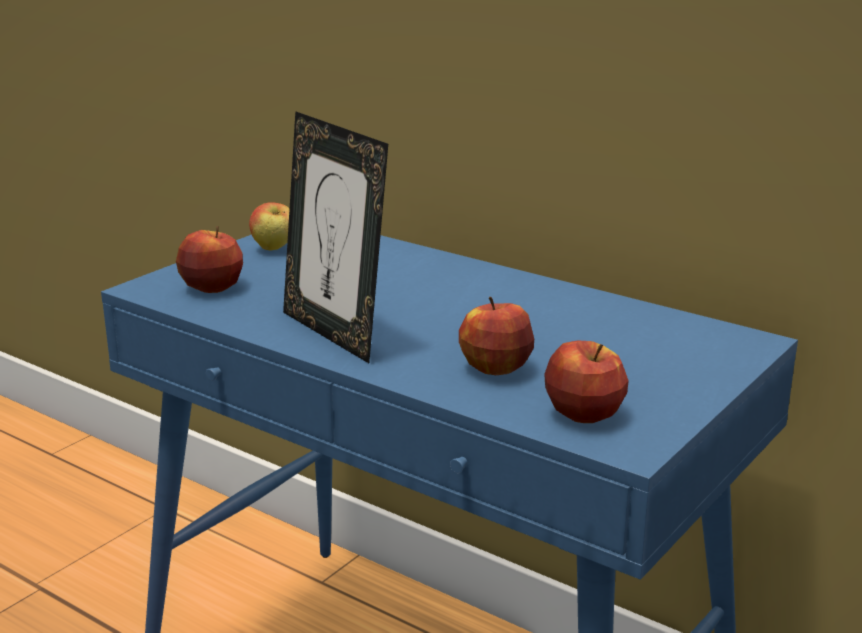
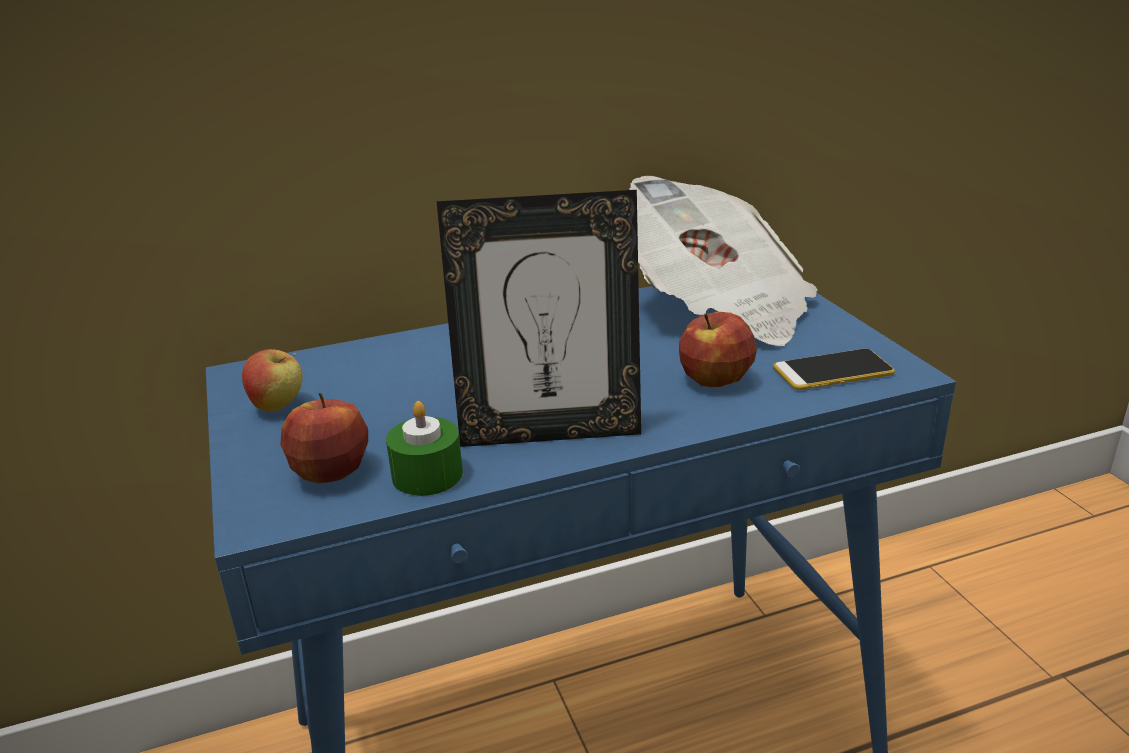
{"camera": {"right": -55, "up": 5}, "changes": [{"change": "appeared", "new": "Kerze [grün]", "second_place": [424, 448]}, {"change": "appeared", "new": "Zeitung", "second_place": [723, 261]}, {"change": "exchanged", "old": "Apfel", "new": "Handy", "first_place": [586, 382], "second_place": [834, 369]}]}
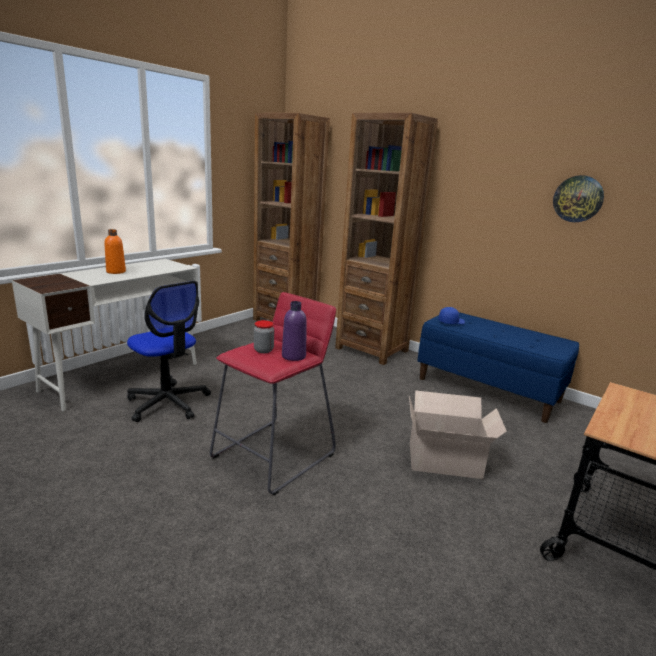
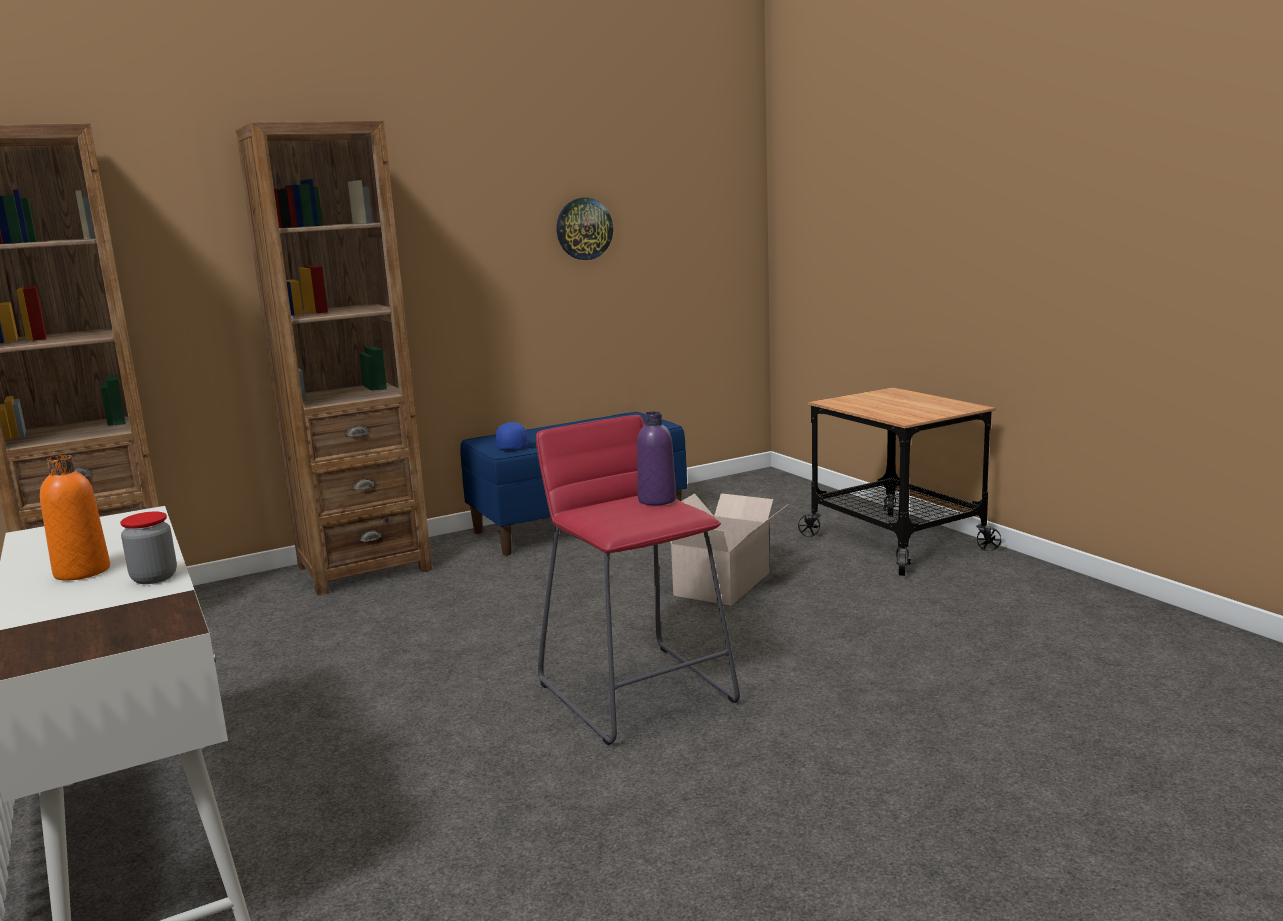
{"camera": {"right": -65, "up": -5}, "changes": [{"change": "relocated", "old": "Vorratsglas", "first_place": [264, 336], "second_place": [148, 548]}, {"change": "missing", "old": "Bürostuhl", "first_place": [169, 351]}]}
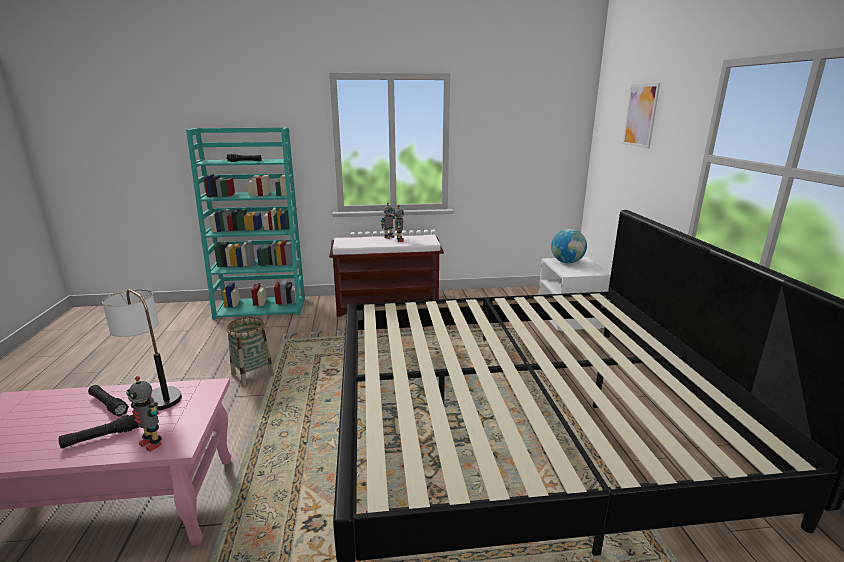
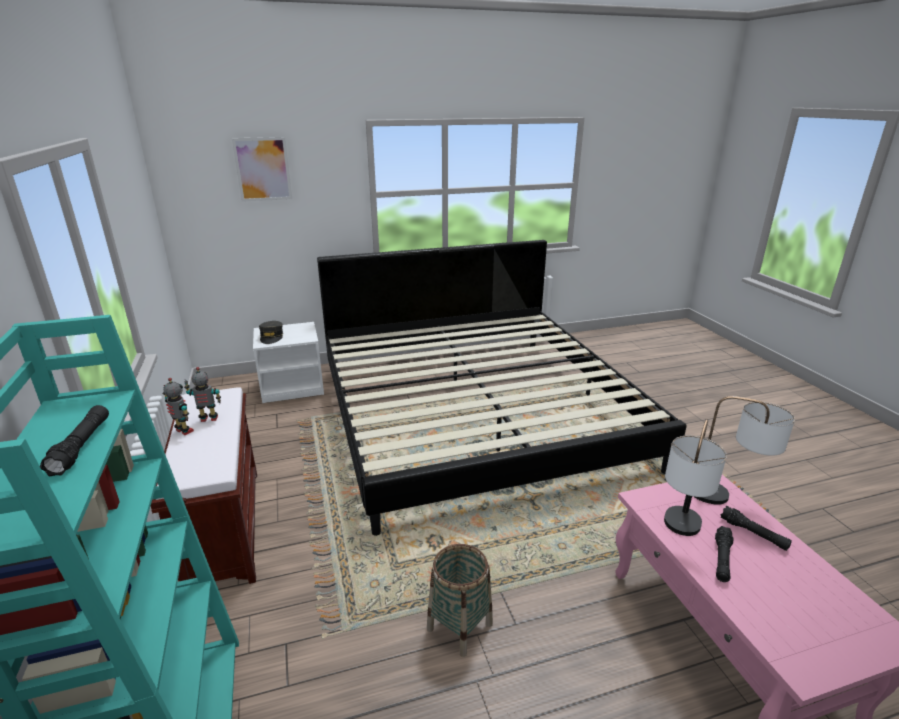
{"camera": {"right": -100, "up": 5}, "changes": [{"change": "exchanged", "old": "Globus", "new": "Kappe [grau]", "first_place": [569, 246], "second_place": [271, 332]}, {"change": "exchanged", "old": "Spielzeugroboter", "new": "Tischlampe", "first_place": [144, 414], "second_place": [745, 450]}]}
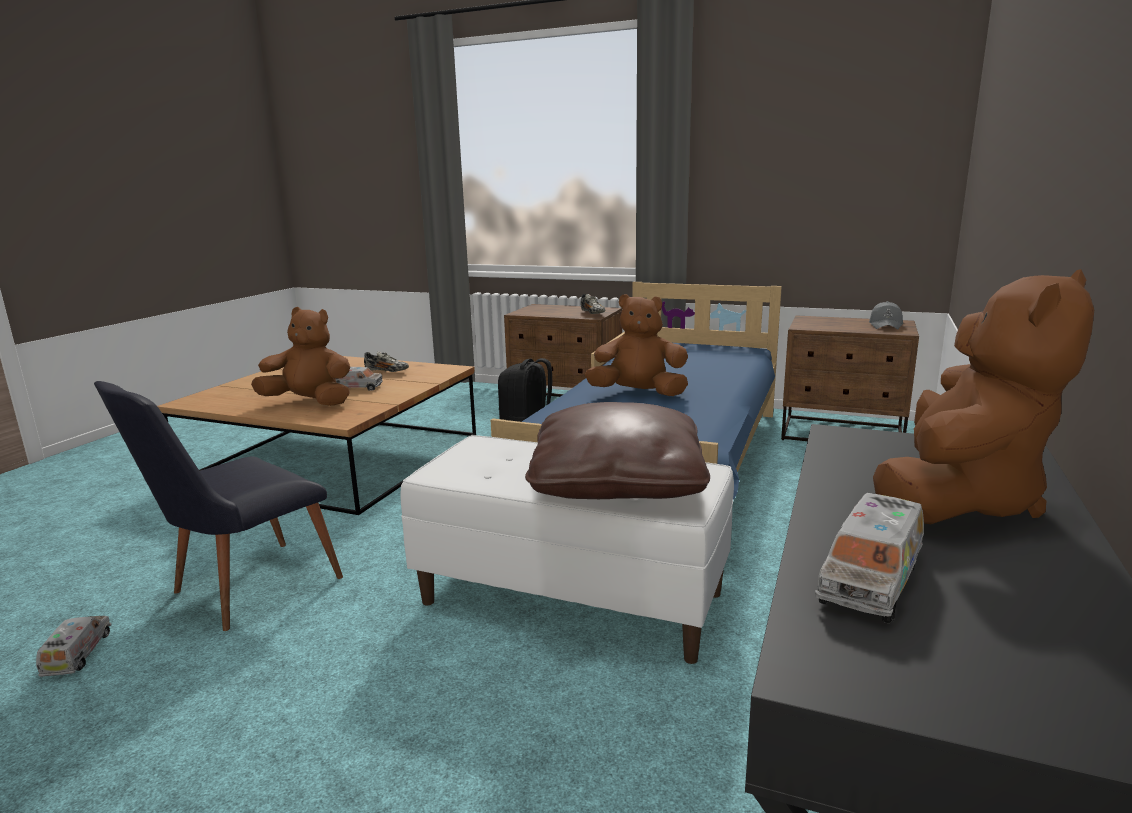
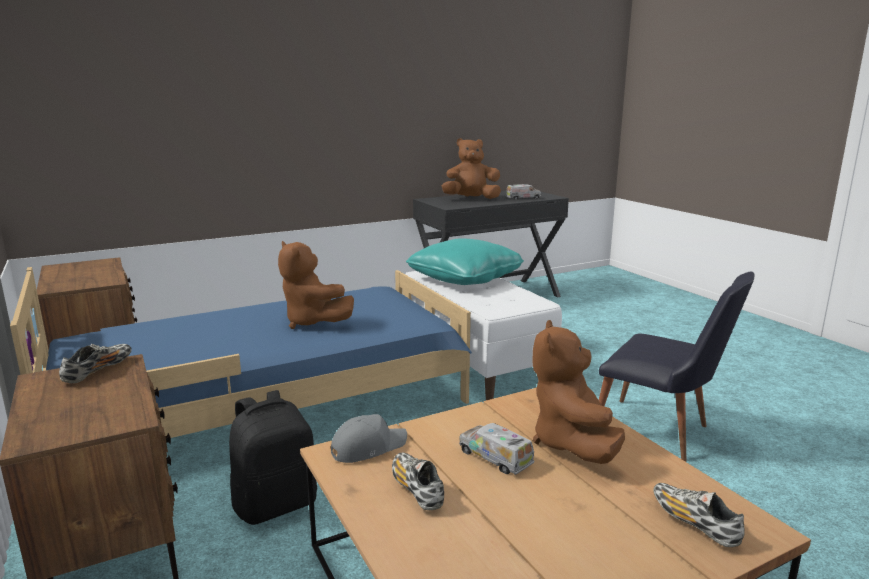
{"camera": {"right": -140, "up": 0}, "changes": [{"change": "relocated", "old": "Kappe [grau]", "first_place": [886, 315], "second_place": [369, 438]}, {"change": "colour", "old": "Kissen [braun]", "new": "Kissen [türkis]", "first_place": [617, 450], "second_place": [465, 261]}, {"change": "spun", "old": "Plüschtier [braun]", "first_place": [300, 356], "second_place": [578, 392], "degrees": 45}, {"change": "spun", "old": "Stuhl [schwarz]", "first_place": [218, 506], "second_place": [676, 367], "degrees": 45}, {"change": "appeared", "new": "Schuh", "second_place": [698, 515]}, {"change": "missing", "old": "Spielzeuglaster", "first_place": [73, 646]}]}
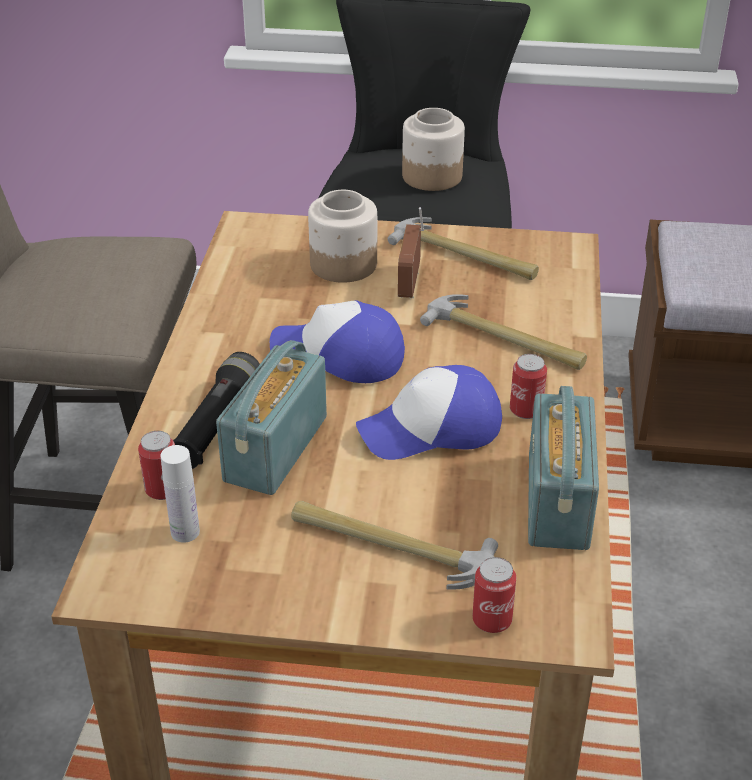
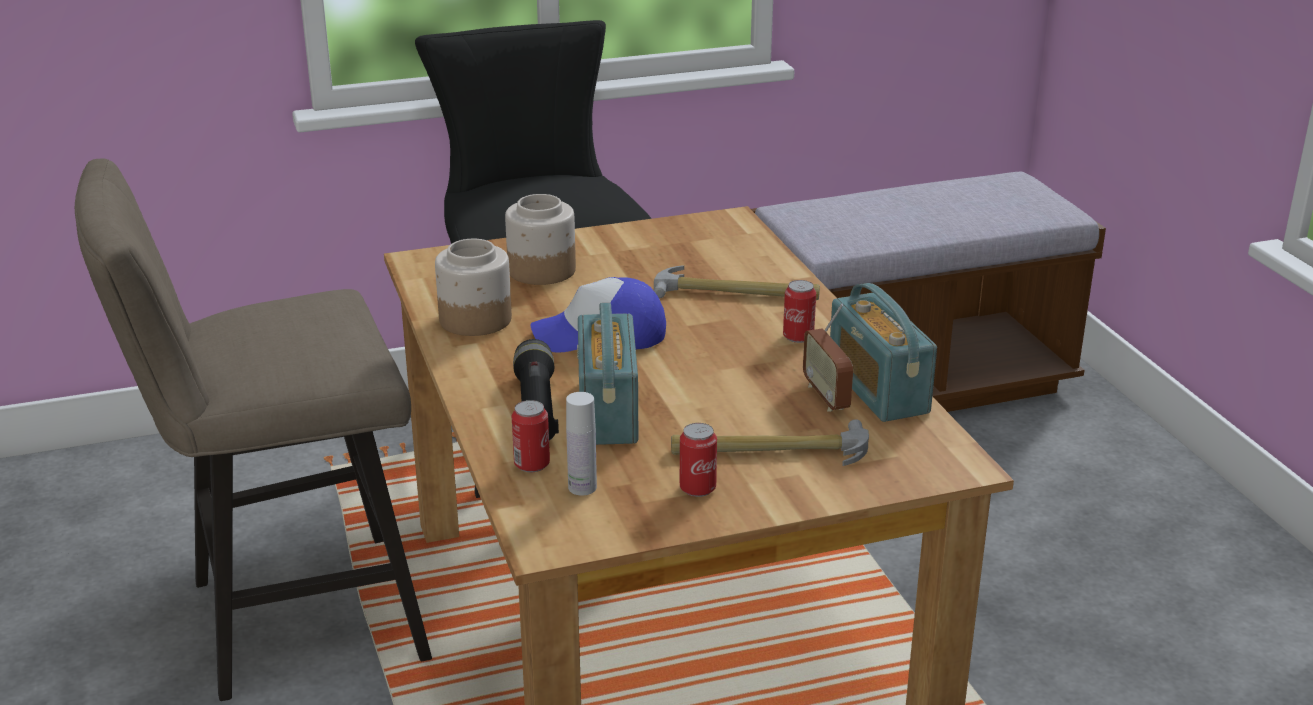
{"camera": {"right": -25, "up": -10}, "changes": [{"change": "relocated", "old": "Vorratsglas", "first_place": [433, 149], "second_place": [473, 287]}, {"change": "relocated", "old": "Dose", "first_place": [494, 595], "second_place": [698, 460]}, {"change": "relocated", "old": "Radio", "first_place": [411, 253], "second_place": [828, 358]}, {"change": "missing", "old": "Kappe", "first_place": [429, 412]}, {"change": "missing", "old": "Hammer", "first_place": [463, 248]}]}
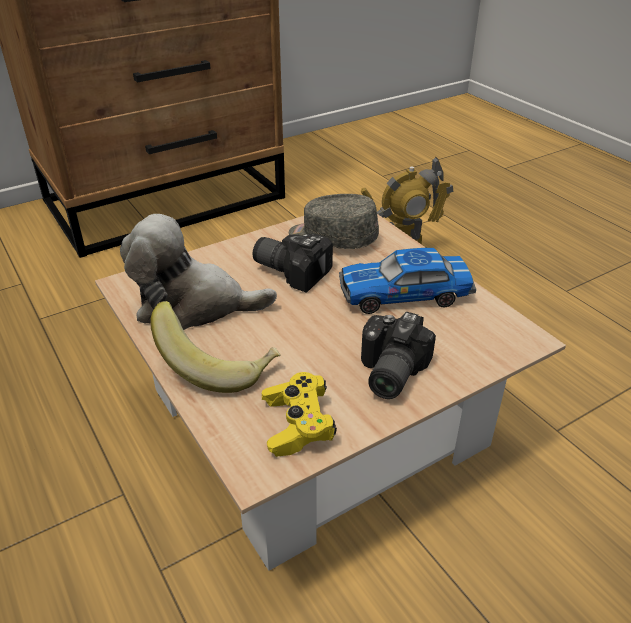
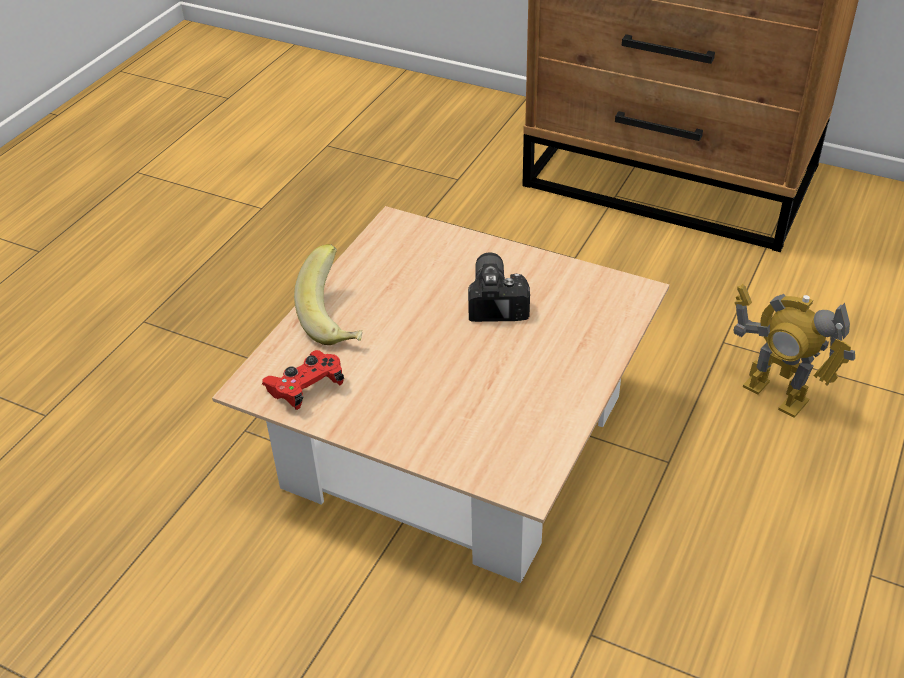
{"camera": {"right": 60, "up": 5}, "changes": [{"change": "colour", "old": "Gamepad [gelb]", "new": "Gamepad [rot]", "first_place": [299, 414], "second_place": [303, 380]}, {"change": "missing", "old": "Plüschtier", "first_place": [198, 272]}, {"change": "missing", "old": "Kappe [grau]", "first_place": [334, 221]}, {"change": "missing", "old": "Spielzeugauto", "first_place": [407, 281]}, {"change": "missing", "old": "Kamera", "first_place": [398, 355]}]}
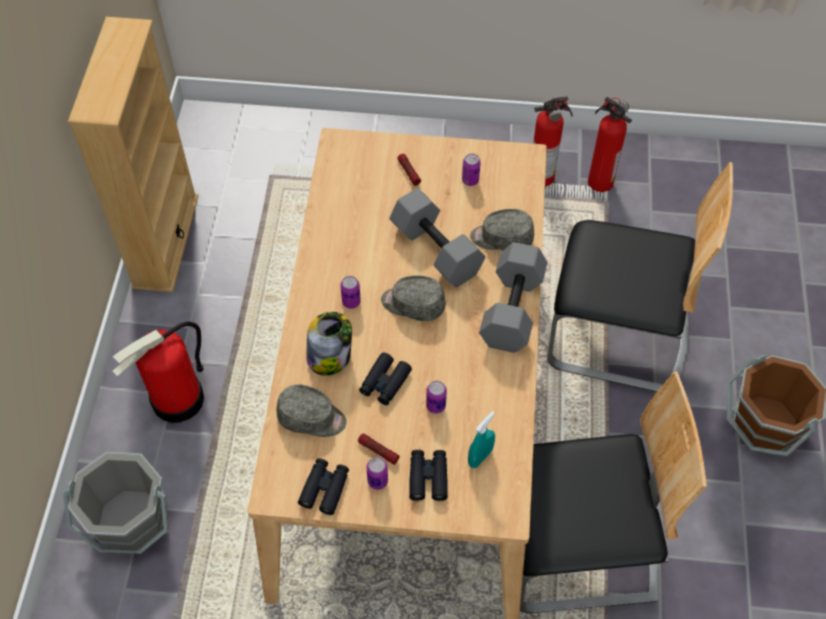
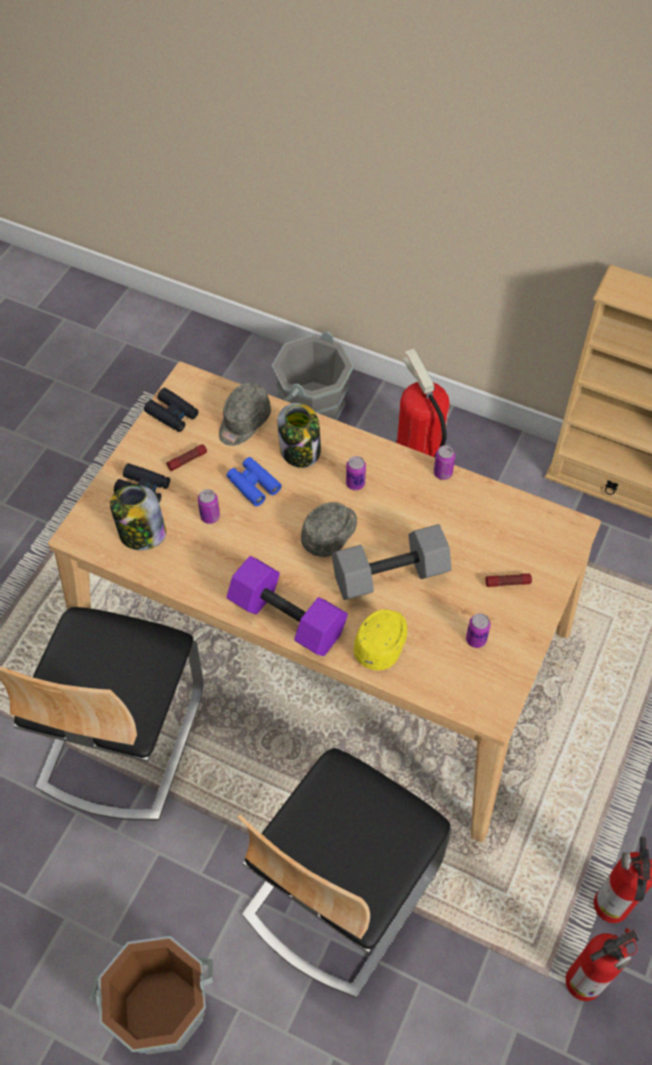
{"camera": {"right": 110, "up": 0}, "changes": [{"change": "exchanged", "old": "Sprühflasche [türkis]", "new": "Vorratsglas", "first_place": [481, 439], "second_place": [138, 517]}, {"change": "colour", "old": "Fernglas [schwarz]", "new": "Fernglas [blau]", "first_place": [385, 378], "second_place": [254, 482]}, {"change": "colour", "old": "Hantel [grau]", "new": "Hantel [lila]", "first_place": [513, 297], "second_place": [287, 606]}, {"change": "colour", "old": "Kappe [grau]", "new": "Kappe [gelb]", "first_place": [502, 229], "second_place": [380, 639]}, {"change": "relocated", "old": "Dose", "first_place": [377, 473], "second_place": [444, 462]}]}
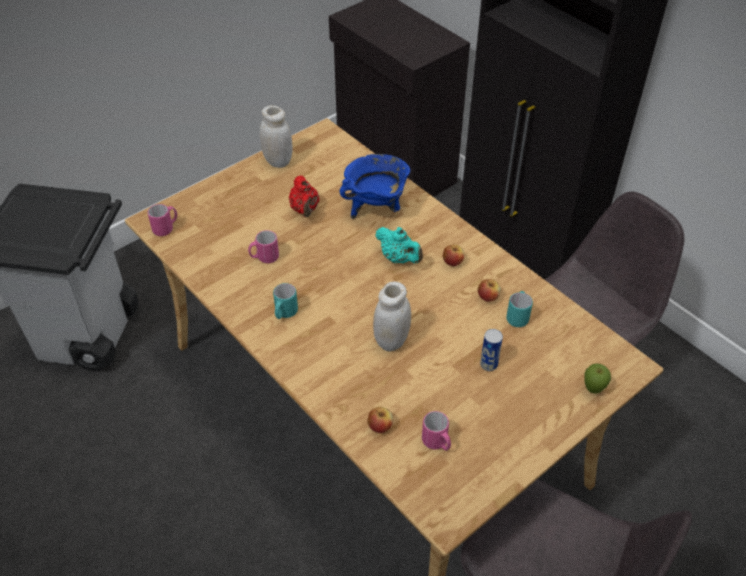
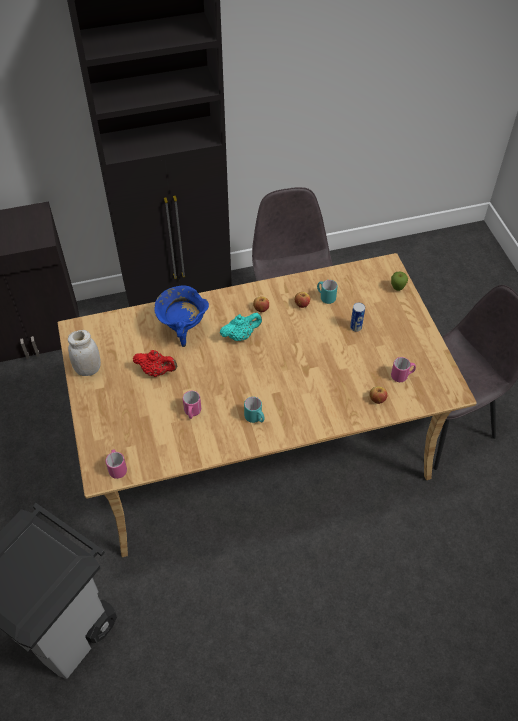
{"camera": {"right": -65, "up": 5}, "changes": [{"change": "missing", "old": "Vorratsglas [weiß]", "first_place": [392, 316]}]}
